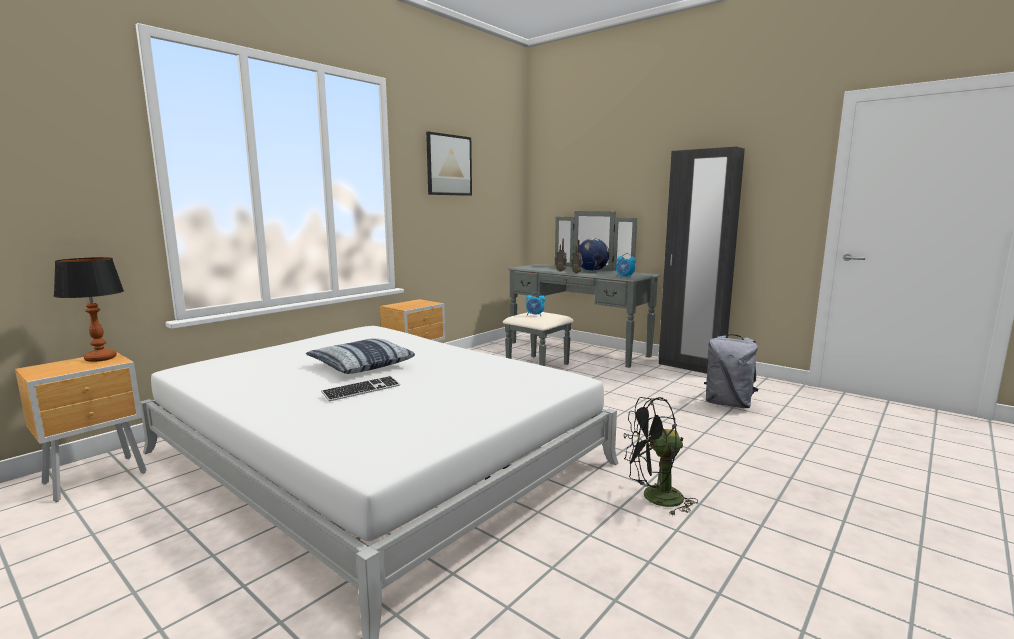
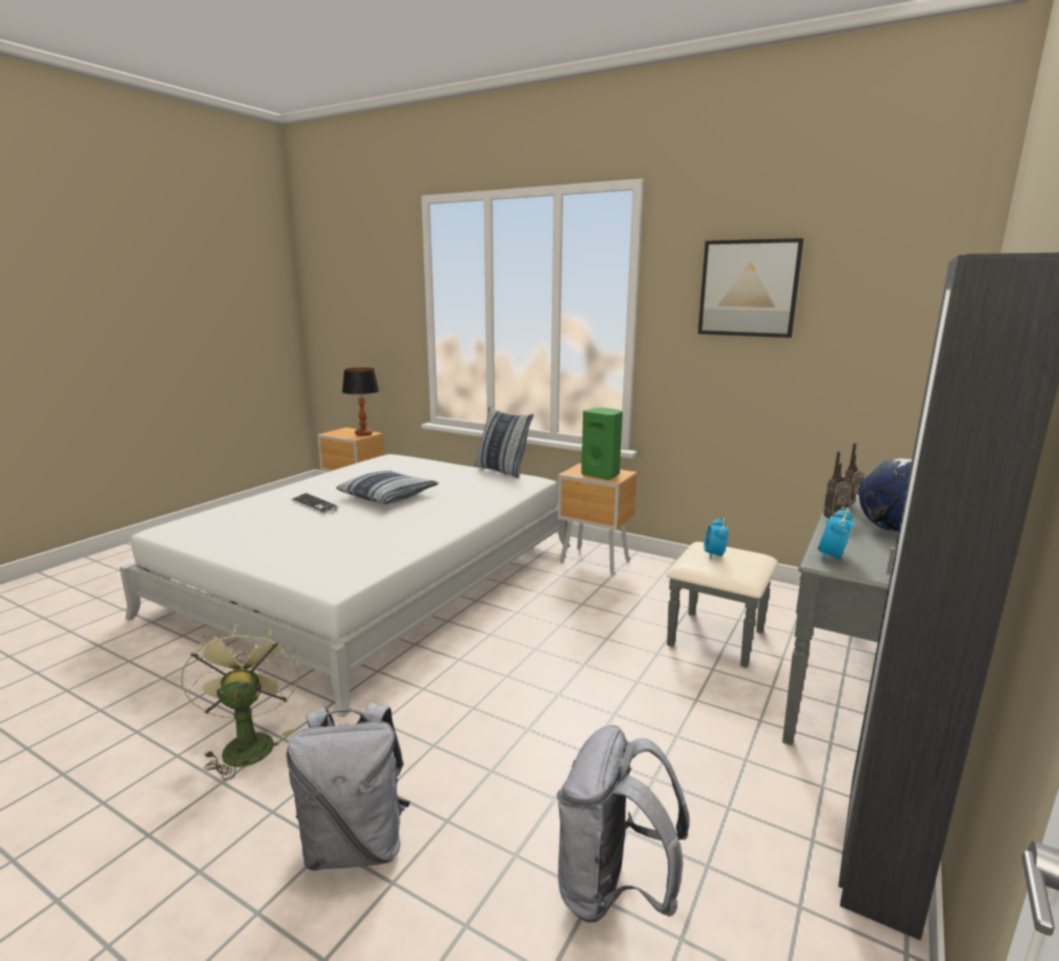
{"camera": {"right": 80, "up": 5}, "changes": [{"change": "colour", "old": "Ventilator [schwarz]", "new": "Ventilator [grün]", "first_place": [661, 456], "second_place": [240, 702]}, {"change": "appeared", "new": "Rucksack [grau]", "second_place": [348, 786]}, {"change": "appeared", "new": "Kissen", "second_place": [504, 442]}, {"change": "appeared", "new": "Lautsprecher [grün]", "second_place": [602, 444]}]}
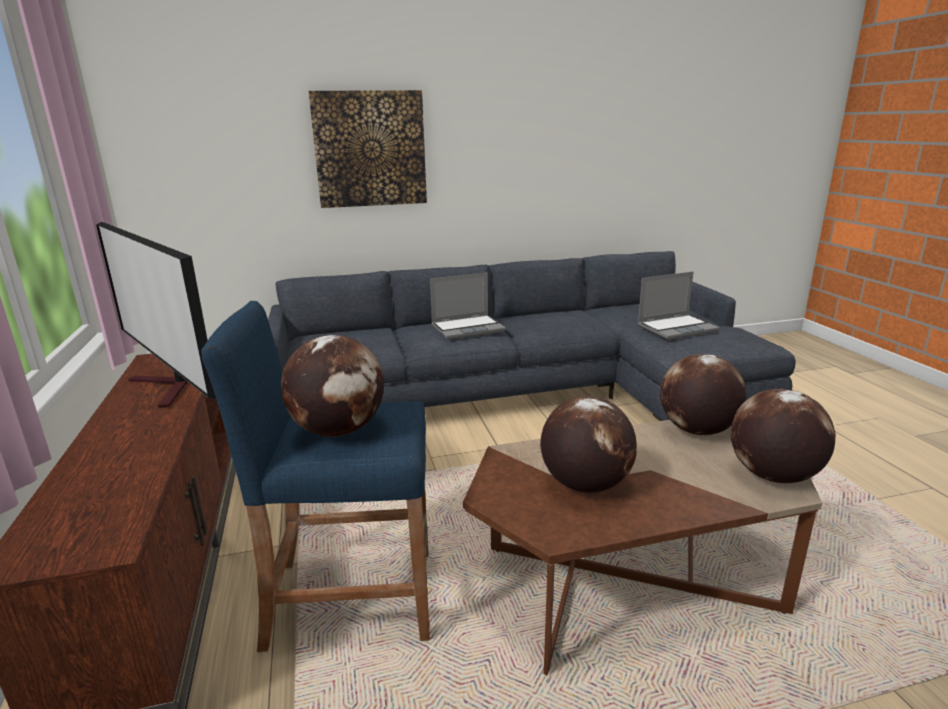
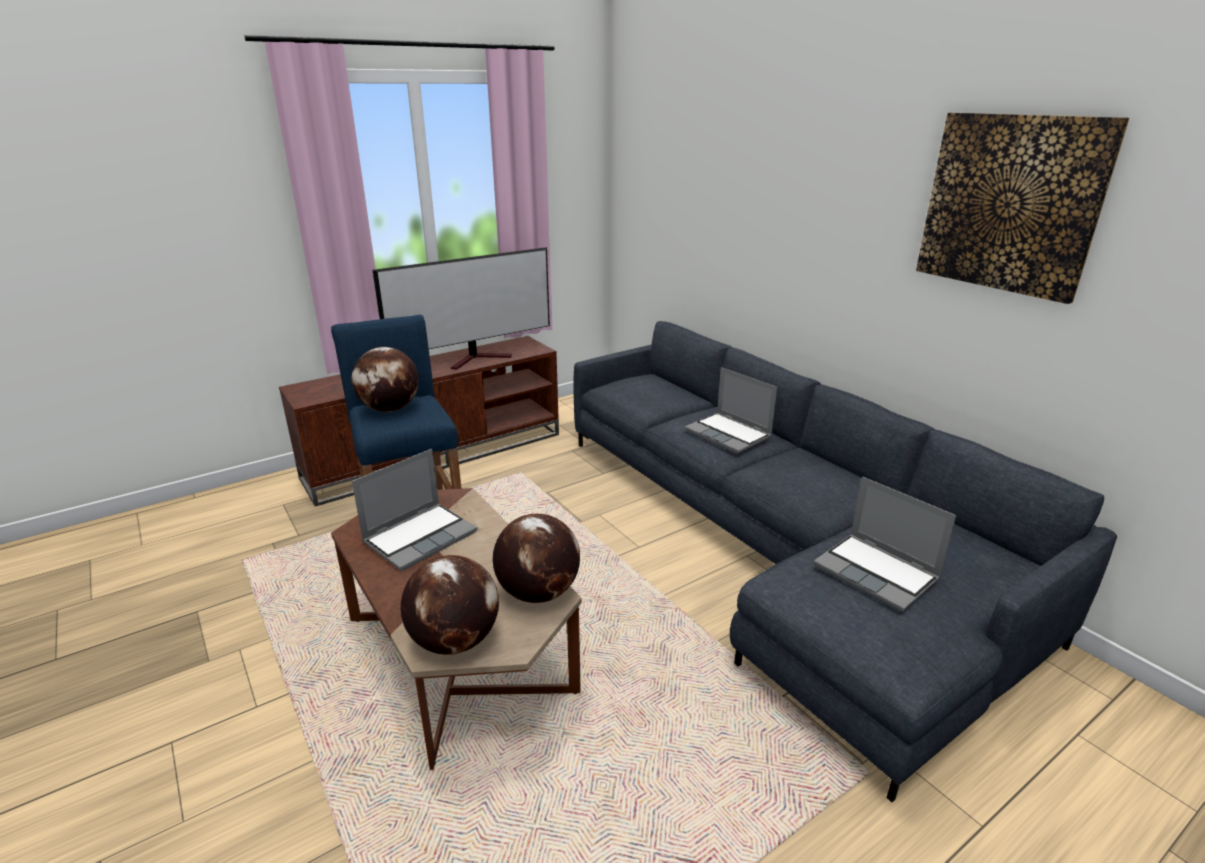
{"camera": {"right": 70, "up": 5}, "changes": [{"change": "exchanged", "old": "Globus", "new": "Laptop", "first_place": [588, 444], "second_place": [414, 510]}, {"change": "spun", "old": "Fernseher", "first_place": [156, 315], "second_place": [461, 308], "degrees": -150}, {"change": "relocated", "old": "Bild", "first_place": [368, 149], "second_place": [1022, 208]}]}
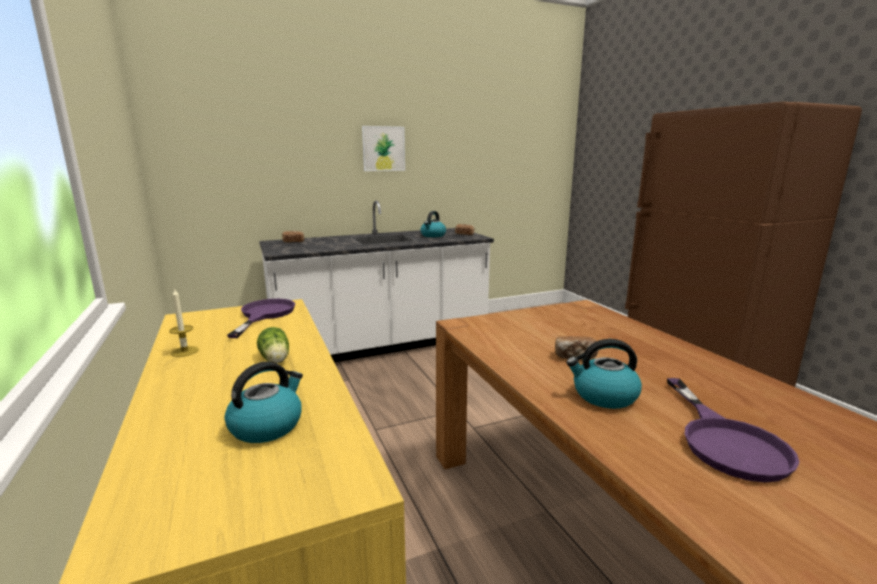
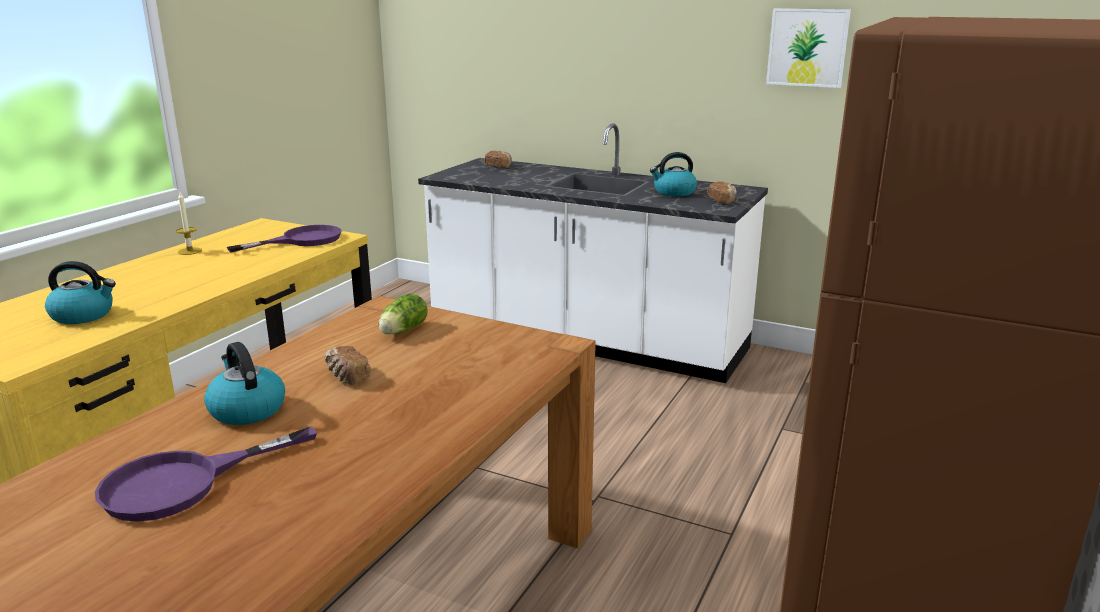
{"camera": {"right": 50, "up": 5}, "changes": [{"change": "relocated", "old": "Salatkopf", "first_place": [273, 345], "second_place": [403, 314]}, {"change": "relocated", "old": "Bild", "first_place": [383, 148], "second_place": [808, 48]}]}
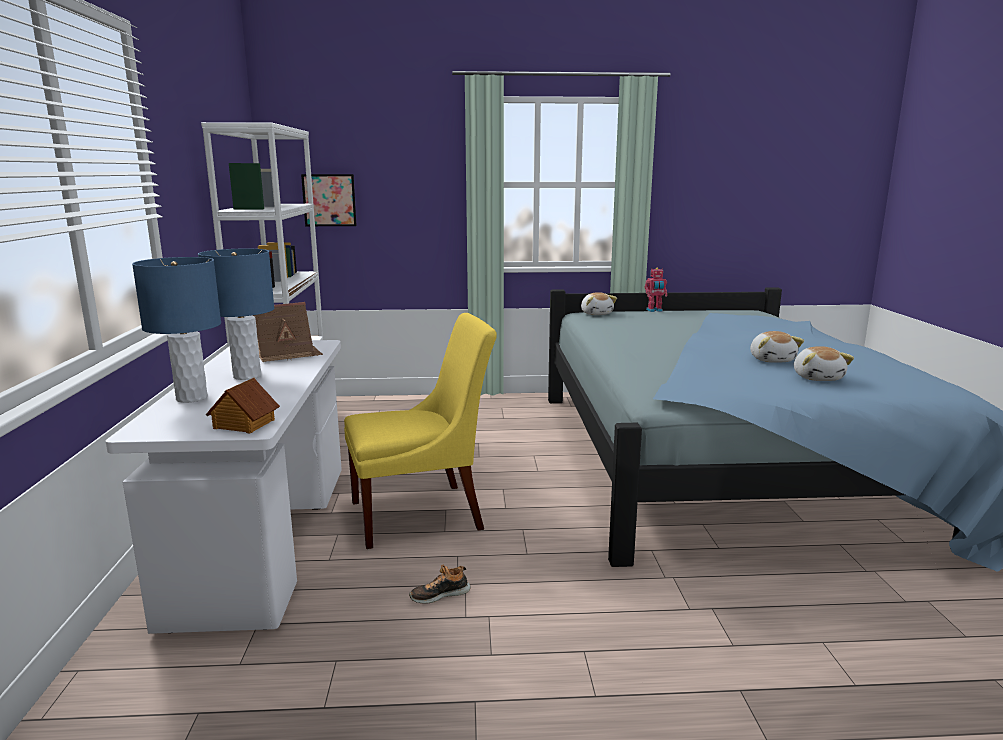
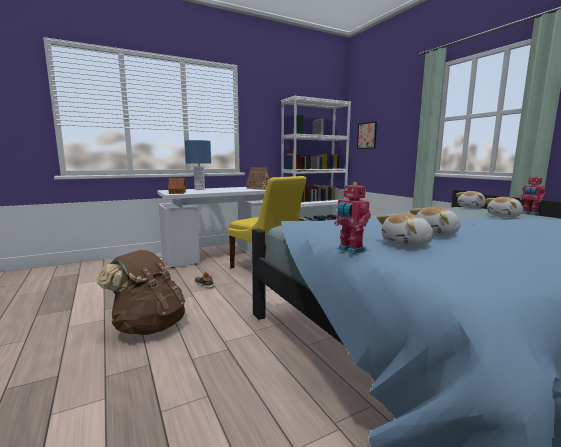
{"camera": {"right": 65, "up": -5}, "changes": [{"change": "appeared", "new": "Rucksack [braun]", "second_place": [141, 292]}, {"change": "appeared", "new": "Spielzeugroboter", "second_place": [352, 218]}, {"change": "appeared", "new": "Plüschtier", "second_place": [504, 207]}, {"change": "missing", "old": "Tischlampe [blau]", "first_place": [236, 314]}]}
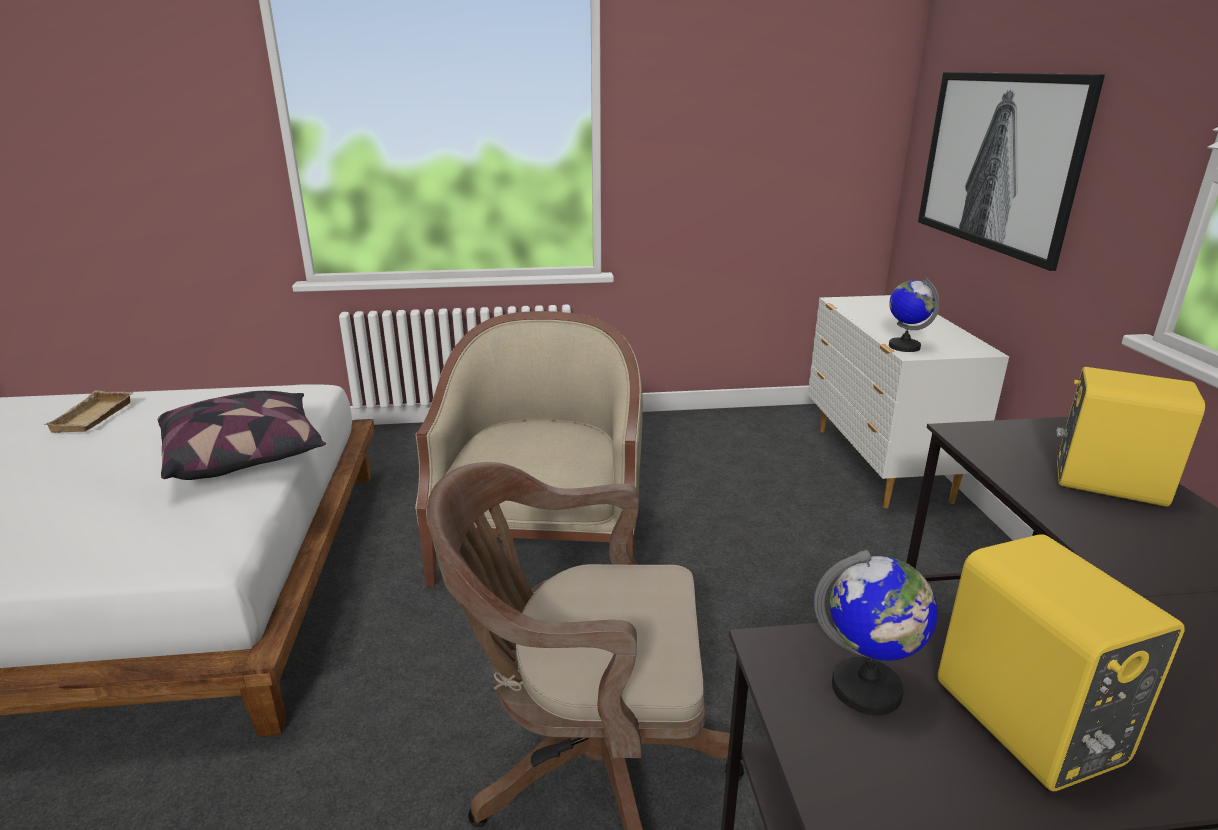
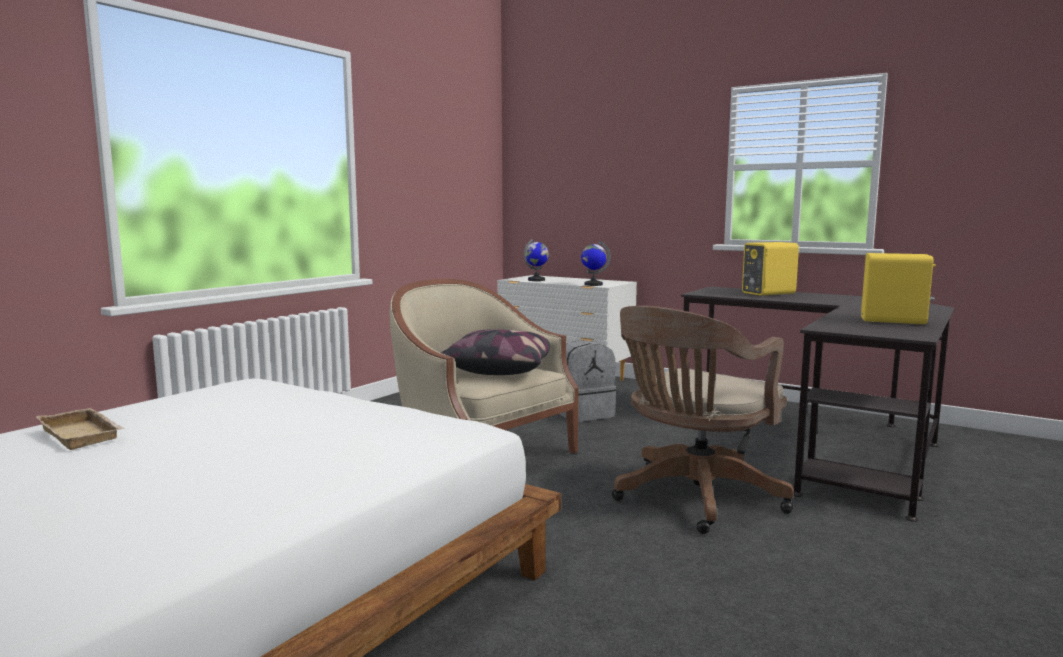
{"camera": {"right": -50, "up": -15}, "changes": [{"change": "relocated", "old": "Kissen", "first_place": [242, 435], "second_place": [495, 352]}, {"change": "relocated", "old": "Globus", "first_place": [876, 632], "second_place": [536, 260]}, {"change": "appeared", "new": "Rucksack [grau]", "second_place": [588, 381]}, {"change": "missing", "old": "Bild", "first_place": [1011, 171]}]}
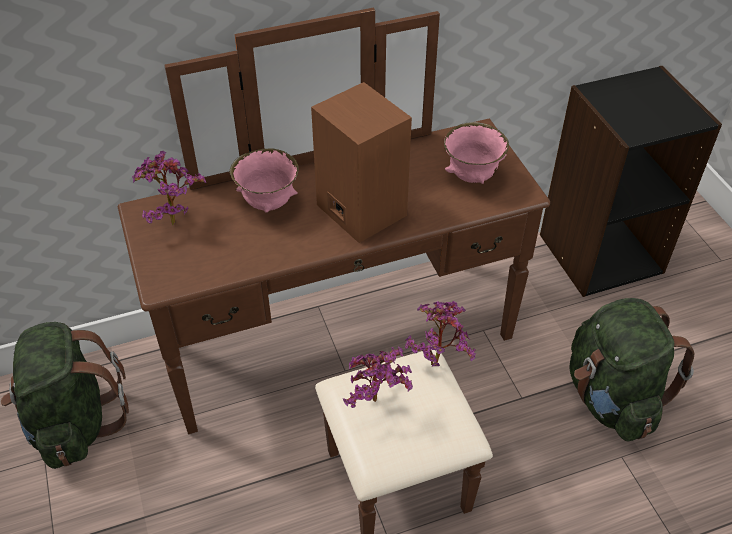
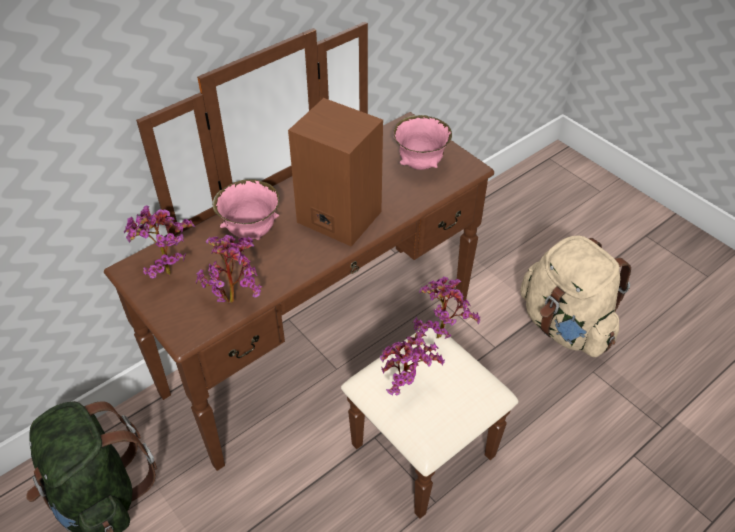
{"camera": {"right": -20, "up": 0}, "changes": [{"change": "appeared", "new": "Topfpflanze", "second_place": [229, 269]}, {"change": "colour", "old": "Rucksack [grün]", "new": "Rucksack [beige]", "first_place": [632, 370], "second_place": [575, 296]}, {"change": "missing", "old": "Bücherregal [schwarz]", "first_place": [631, 181]}]}
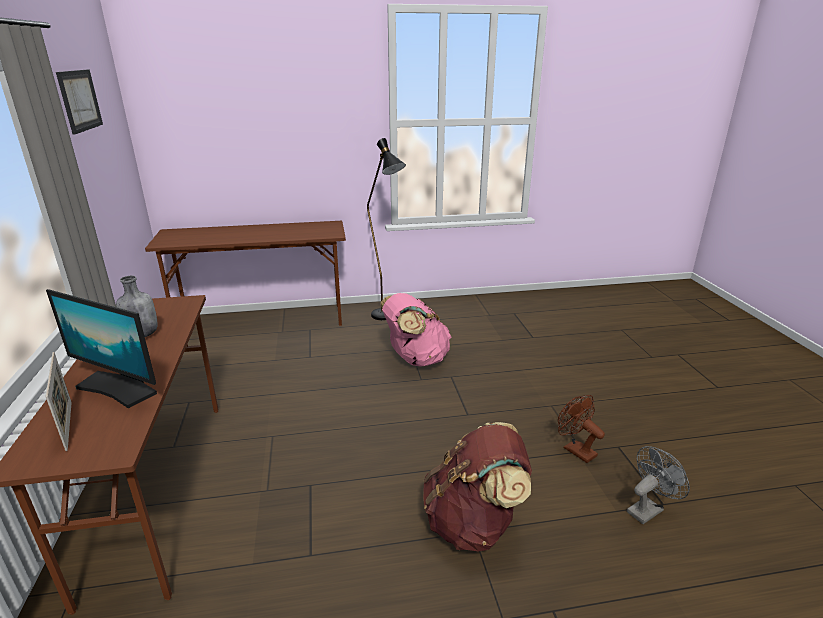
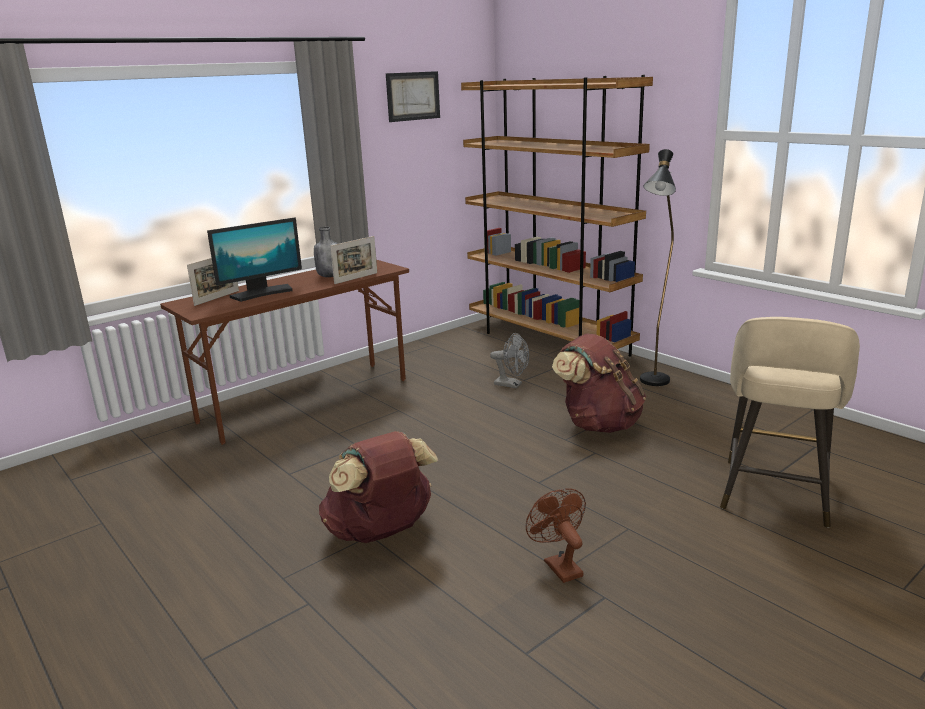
{"camera": {"right": 60, "up": -5}, "changes": [{"change": "spun", "old": "Monitor", "first_place": [101, 348], "second_place": [254, 259], "degrees": -120}, {"change": "appeared", "new": "Bilderrahmen", "second_place": [353, 260]}, {"change": "exchanged", "old": "Schreibtisch [braun]", "new": "Bücherregal [braun]", "first_place": [245, 273], "second_place": [557, 215]}, {"change": "relocated", "old": "Ventilator [grau]", "first_place": [658, 485], "second_place": [509, 360]}, {"change": "spun", "old": "Ventilator [braun]", "first_place": [581, 429], "second_place": [556, 535], "degrees": -45}, {"change": "colour", "old": "Rucksack [rosa]", "new": "Rucksack [braun]", "first_place": [416, 330], "second_place": [599, 383]}, {"change": "appeared", "new": "Hocker [beige]", "second_place": [790, 422]}]}
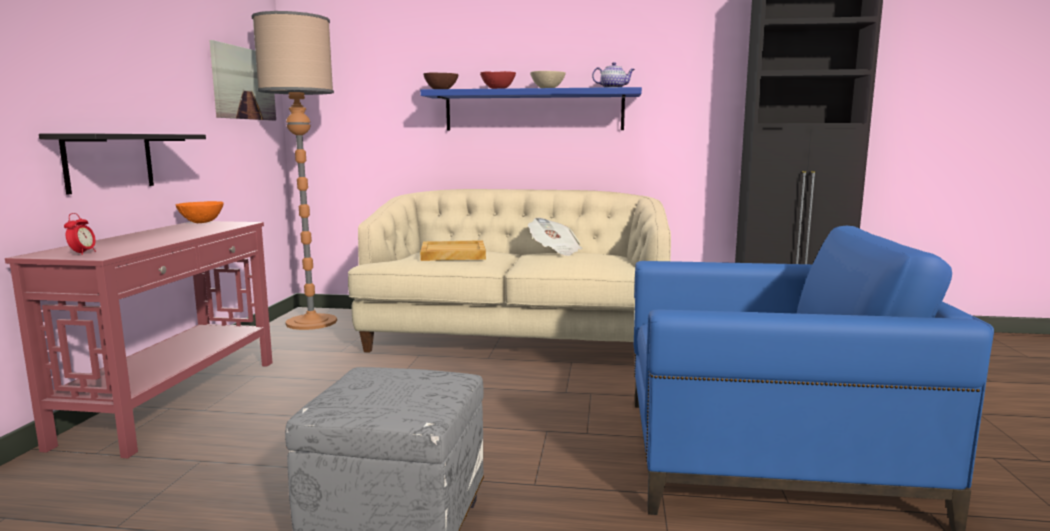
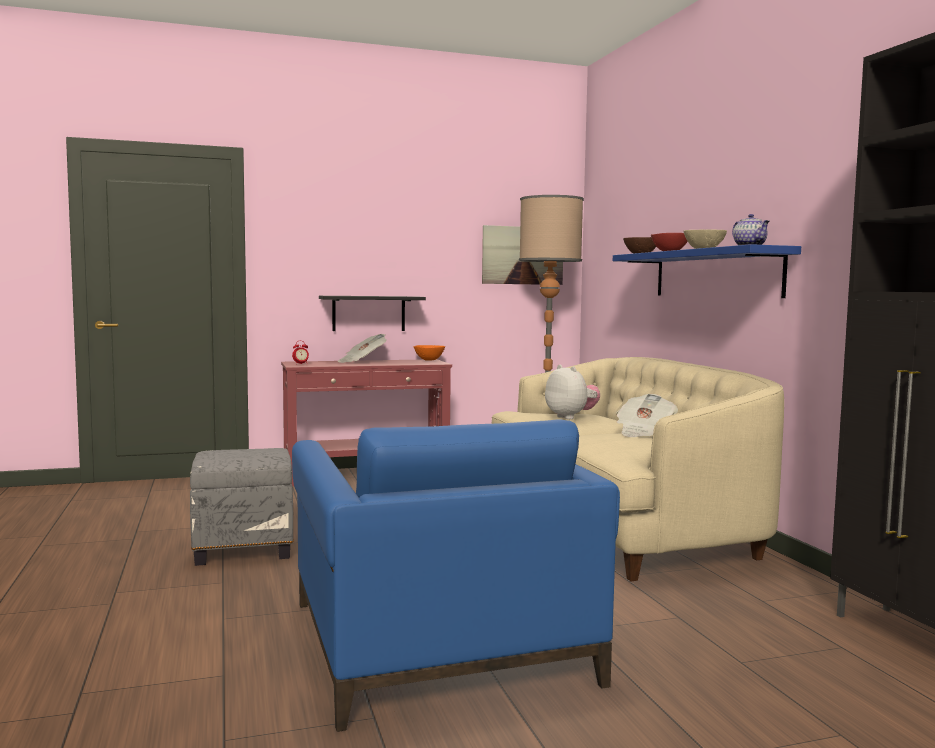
{"camera": {"right": 65, "up": -5}, "changes": [{"change": "appeared", "new": "Zeitung", "second_place": [362, 348]}, {"change": "exchanged", "old": "Tablett [beige]", "new": "Plüschtier", "first_place": [453, 250], "second_place": [572, 392]}]}
